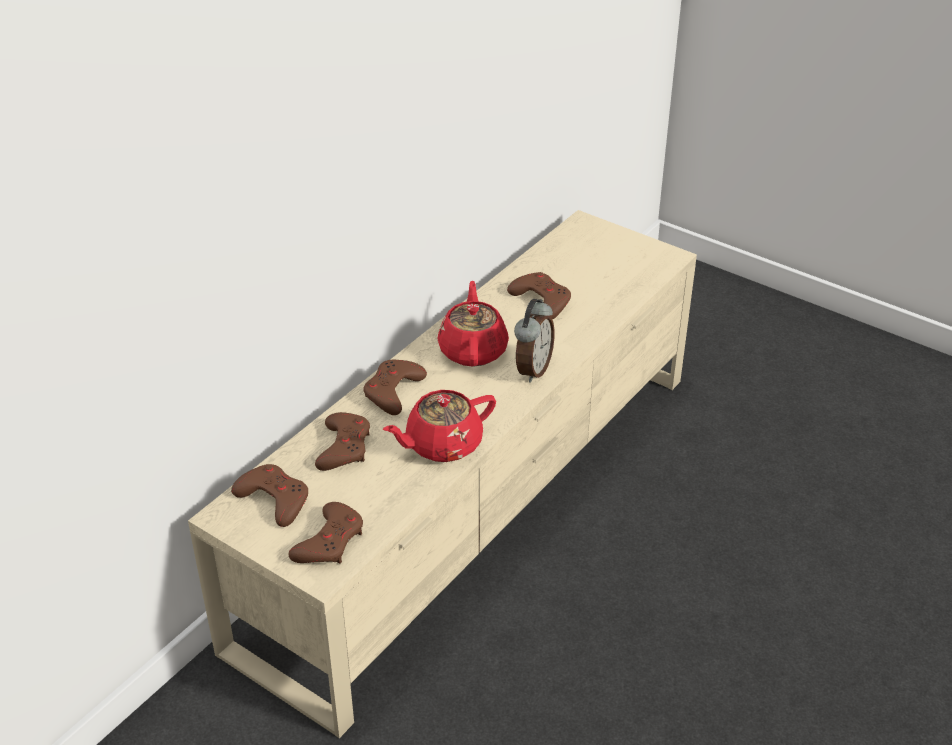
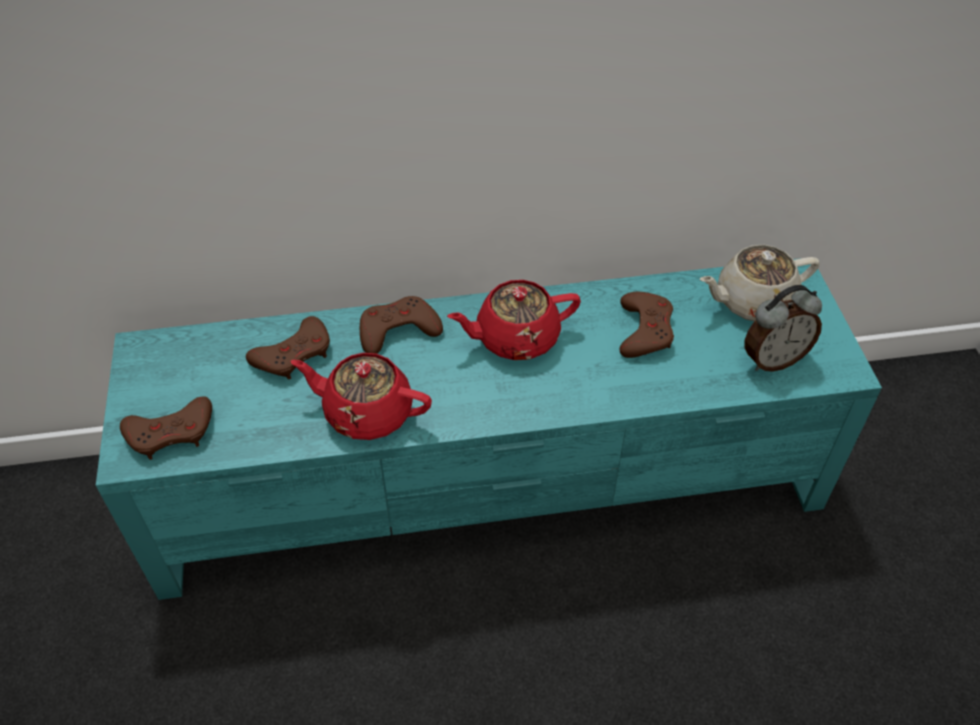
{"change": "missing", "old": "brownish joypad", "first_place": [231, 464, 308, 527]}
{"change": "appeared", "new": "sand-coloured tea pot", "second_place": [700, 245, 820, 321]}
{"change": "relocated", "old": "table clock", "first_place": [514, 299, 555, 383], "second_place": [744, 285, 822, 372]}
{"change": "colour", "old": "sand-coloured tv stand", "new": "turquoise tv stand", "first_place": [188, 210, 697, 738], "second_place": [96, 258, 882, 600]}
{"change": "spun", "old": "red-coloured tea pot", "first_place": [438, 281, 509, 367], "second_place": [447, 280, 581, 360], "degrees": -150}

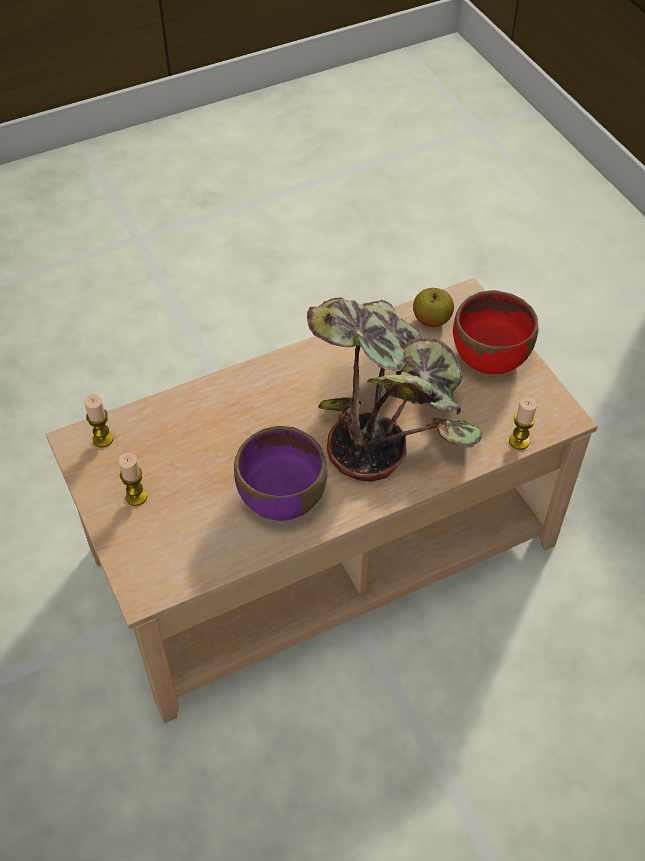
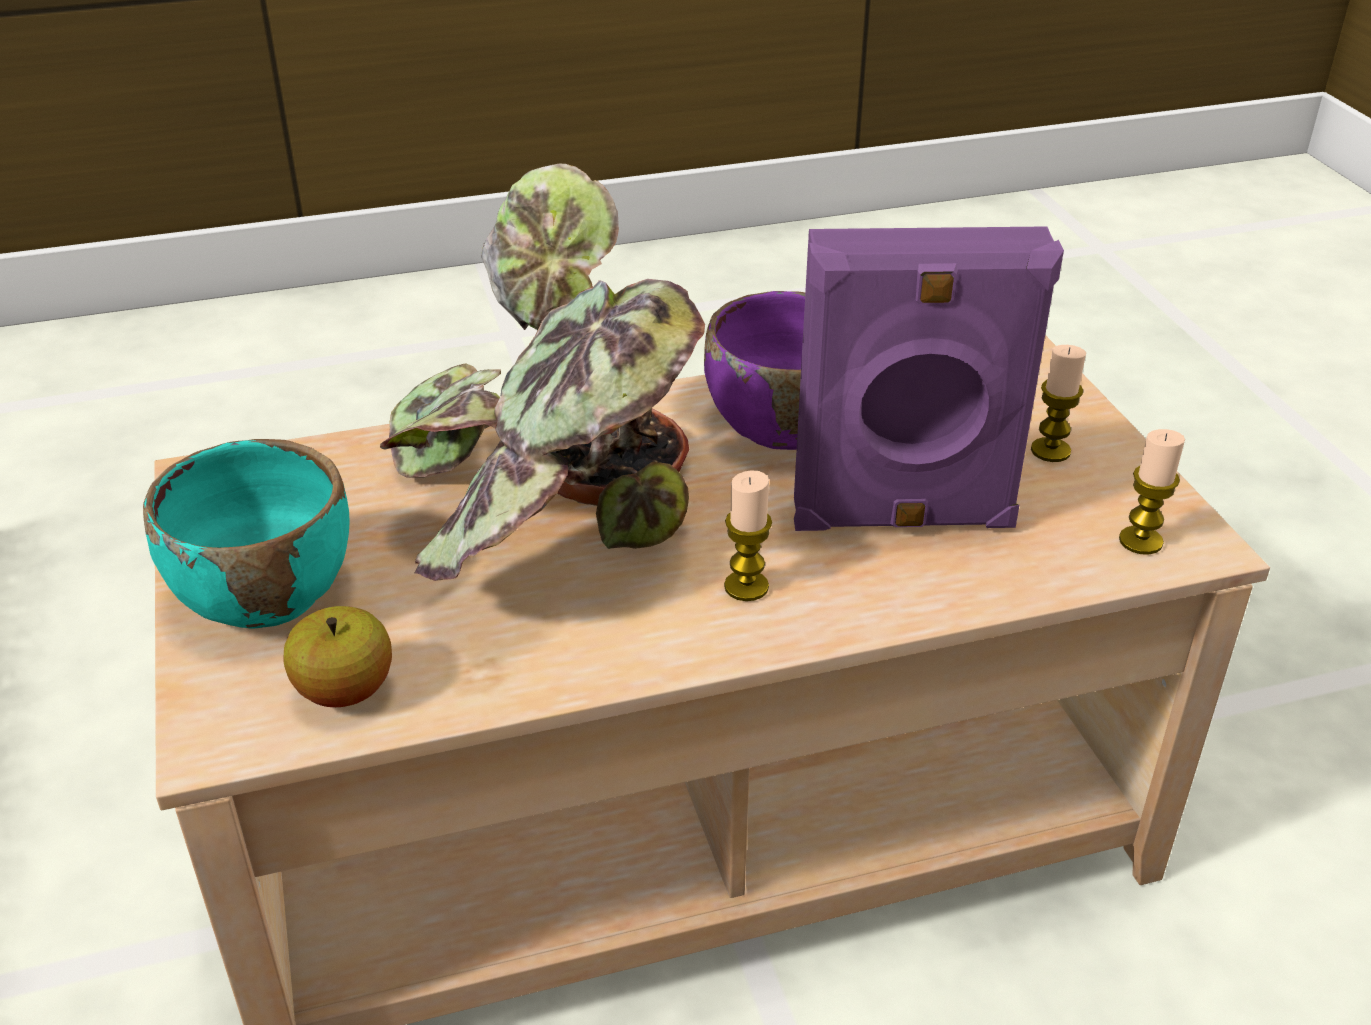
{"change": "appeared", "new": "purple-coloured loudspeaker", "second_place": [794, 226, 1064, 531]}
{"change": "relocated", "old": "candle", "first_place": [509, 397, 537, 450], "second_place": [724, 470, 772, 601]}
{"change": "colour", "old": "red-coloured deep dish", "new": "turquoise deep dish", "first_place": [453, 290, 538, 374], "second_place": [143, 439, 350, 629]}

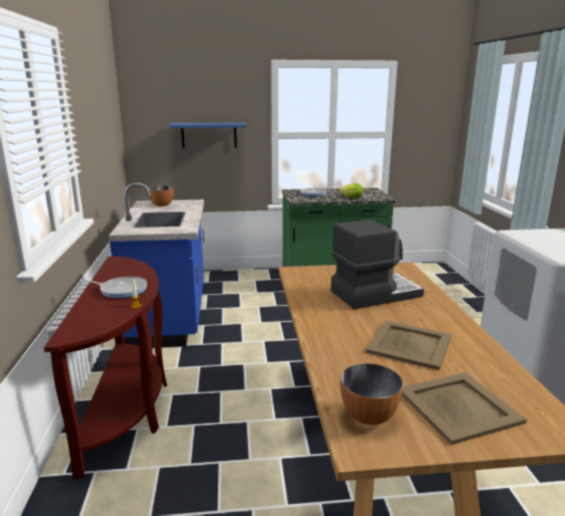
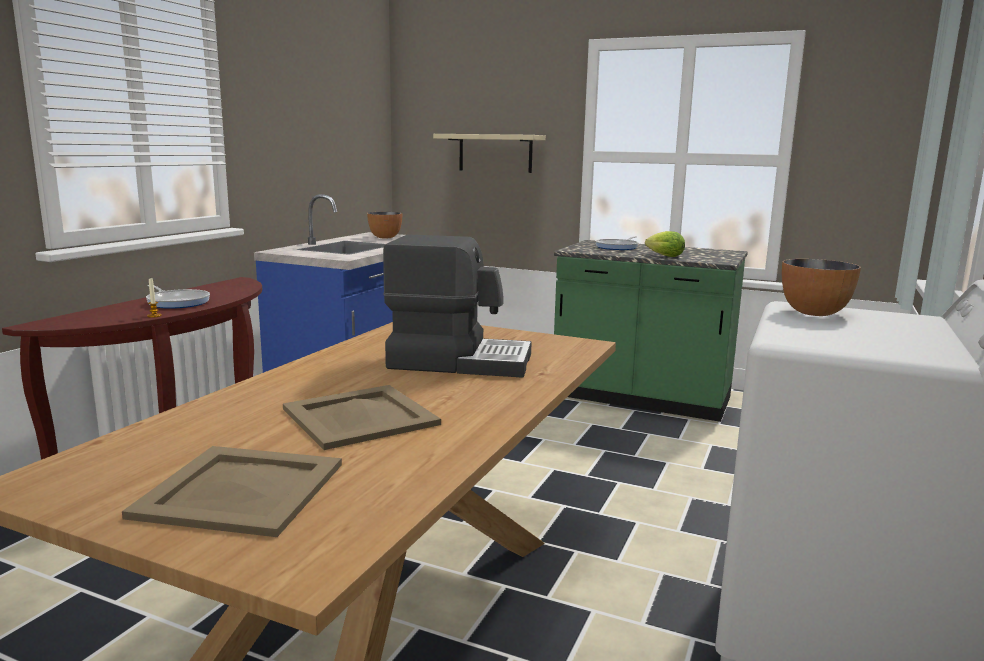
{"change": "relocated", "old": "deep dish", "first_place": [340, 363, 404, 425], "second_place": [782, 259, 861, 316]}
{"change": "colour", "old": "blue shelf", "new": "sand-coloured shelf", "first_place": [169, 123, 246, 148], "second_place": [433, 134, 546, 173]}

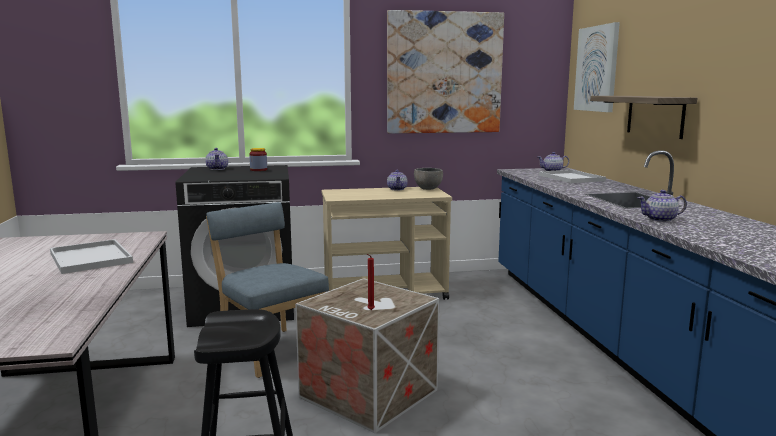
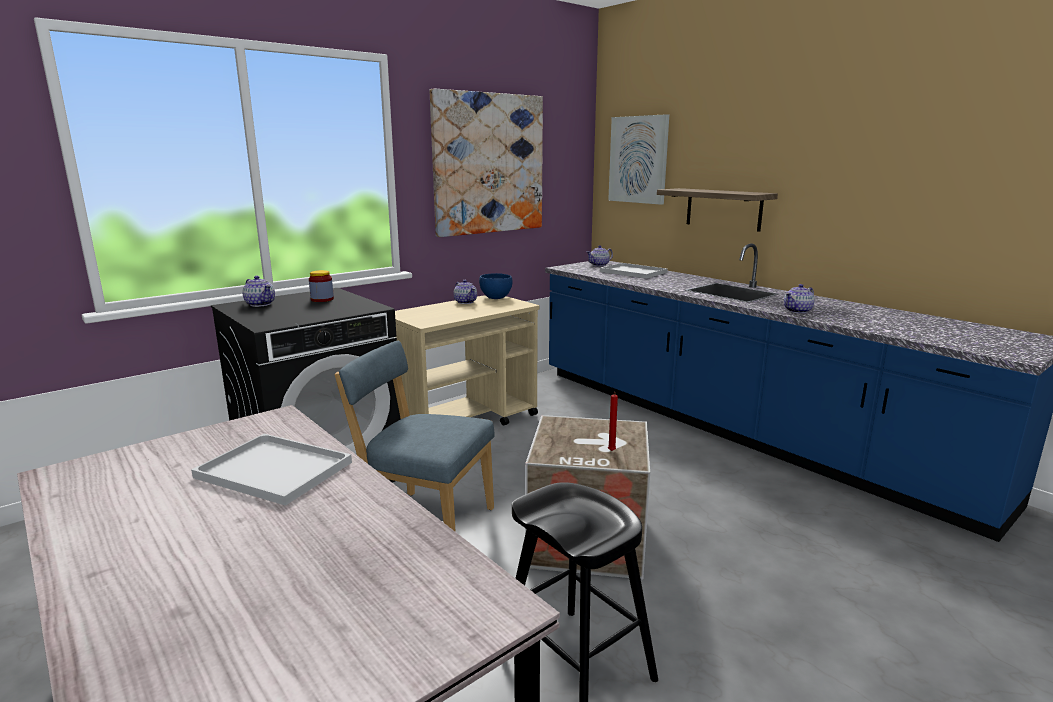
{"change": "colour", "old": "greyish deep dish", "new": "blue deep dish", "first_place": [414, 168, 443, 190], "second_place": [479, 273, 513, 299]}

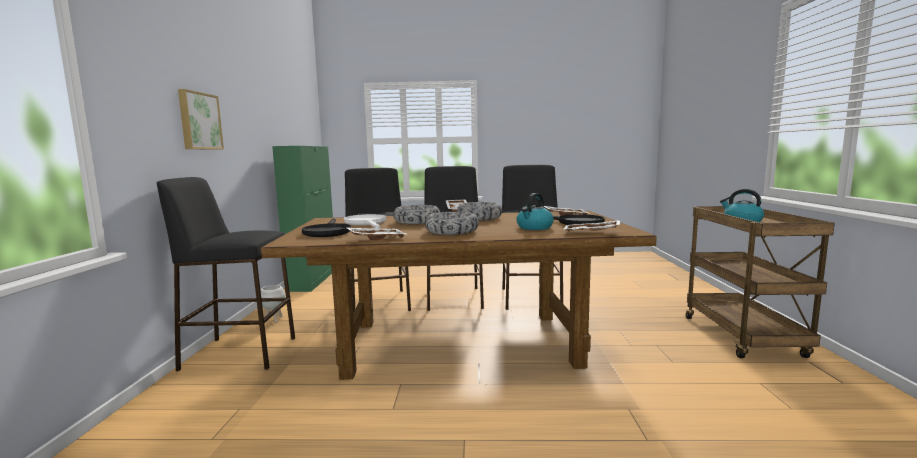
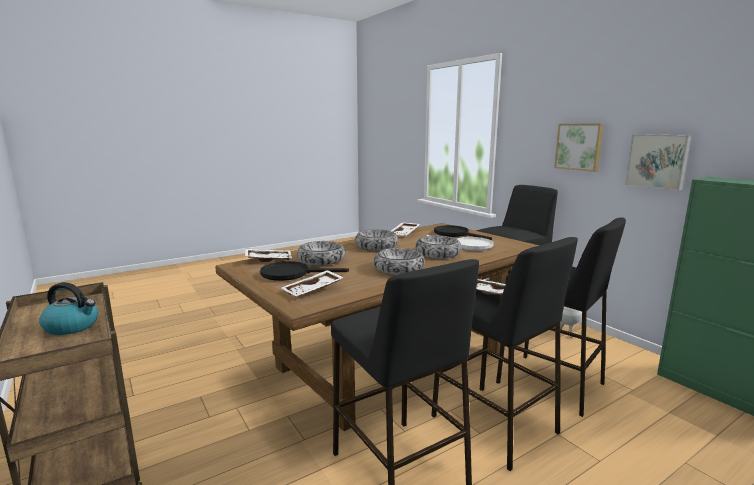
{"change": "appeared", "new": "picture", "second_place": [625, 134, 692, 191]}
{"change": "exchanged", "old": "water kettle", "new": "deep dish", "first_place": [517, 193, 554, 230], "second_place": [297, 241, 345, 266]}

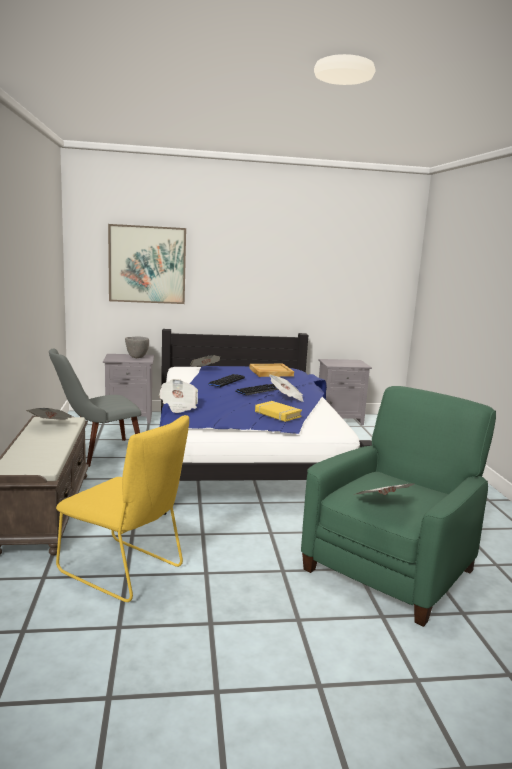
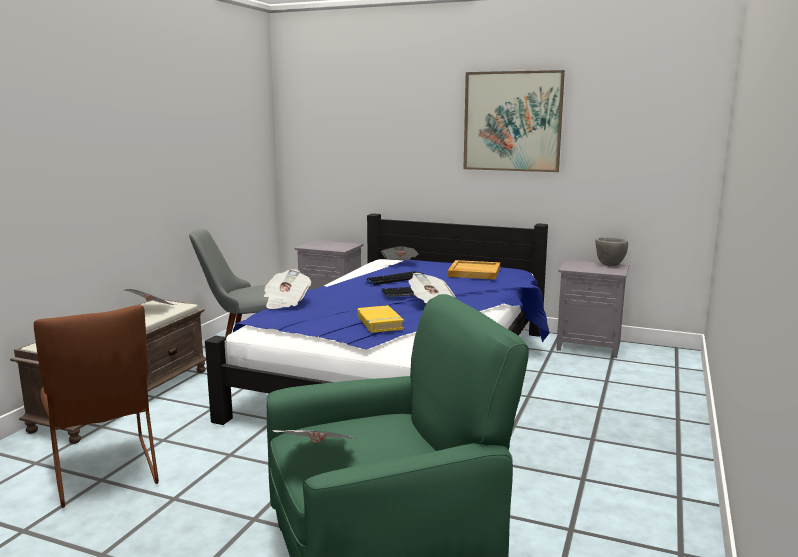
{"change": "relocated", "old": "picture", "first_place": [108, 224, 186, 304], "second_place": [463, 70, 565, 172]}
{"change": "relocated", "old": "greyish deep dish", "first_place": [125, 337, 149, 358], "second_place": [595, 237, 628, 266]}
{"change": "colour", "old": "yellowish plain chair", "new": "brownish plain chair", "first_place": [56, 415, 189, 602], "second_place": [34, 305, 159, 508]}

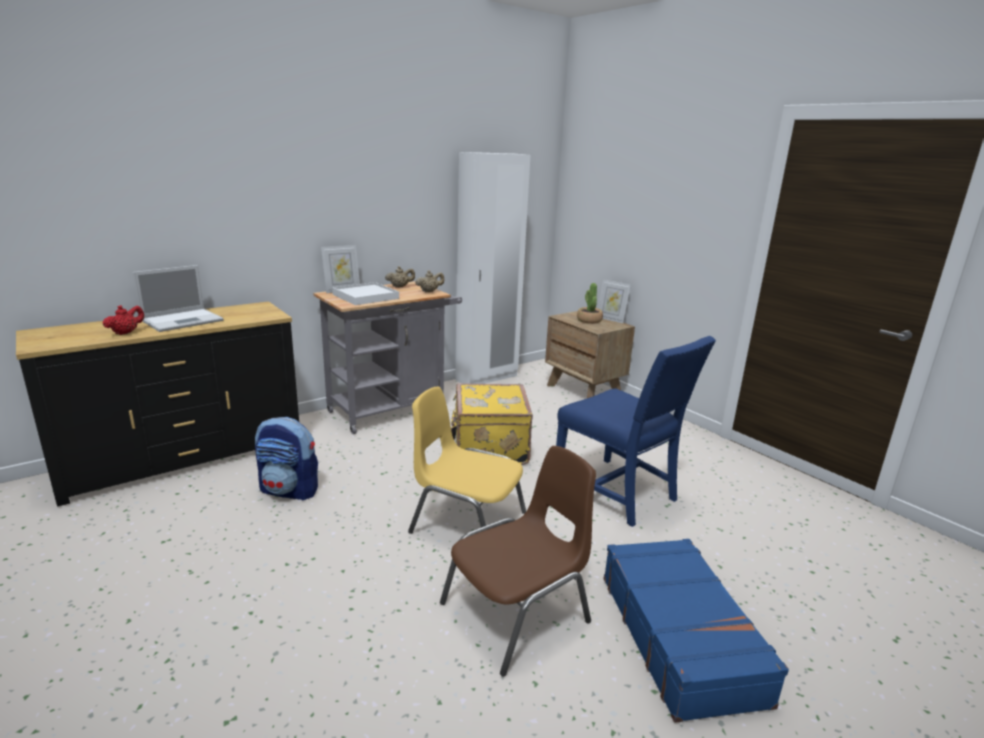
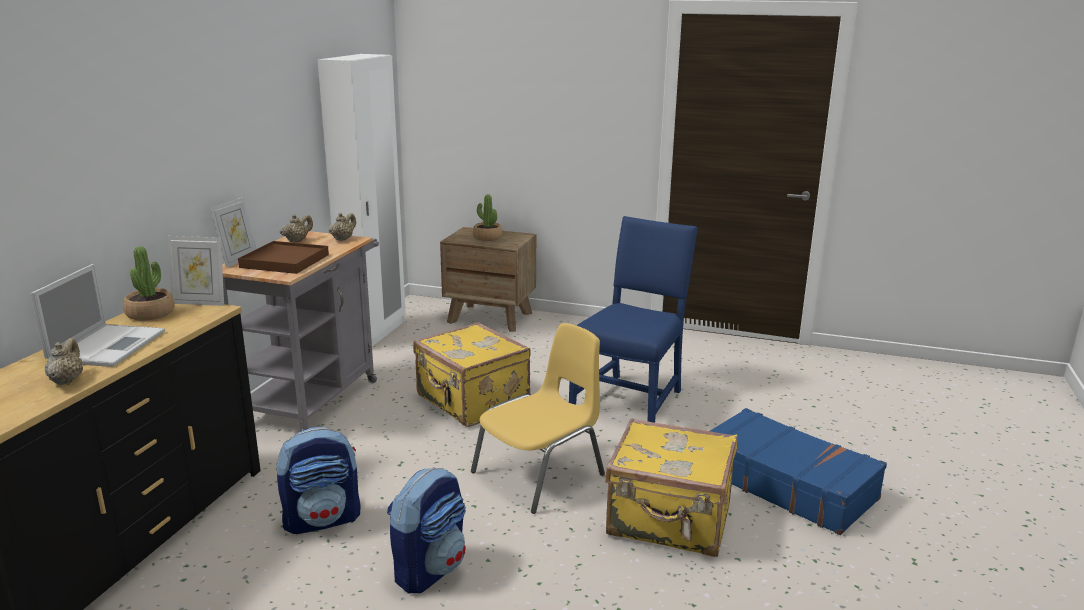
{"change": "appeared", "new": "plant in a pot", "second_place": [123, 246, 175, 321]}
{"change": "appeared", "new": "backpack", "second_place": [387, 467, 466, 593]}
{"change": "relocated", "old": "photo frame", "first_place": [598, 279, 631, 324], "second_place": [167, 236, 224, 306]}
{"change": "exchanged", "old": "brownish plain chair", "new": "yellowish travel case", "first_place": [440, 446, 596, 677], "second_place": [605, 418, 738, 557]}
{"change": "colour", "old": "red-coloured tea pot", "new": "sand-coloured tea pot", "first_place": [103, 305, 144, 335], "second_place": [45, 338, 83, 385]}
{"change": "colour", "old": "white serving tray", "new": "brownish serving tray", "first_place": [332, 282, 399, 305], "second_place": [238, 241, 329, 274]}
{"change": "spun", "old": "yellowish plain chair", "first_place": [408, 387, 526, 534], "second_place": [471, 323, 605, 514], "degrees": 150}
{"change": "spun", "old": "blue plain chair", "first_place": [556, 336, 716, 527], "second_place": [569, 216, 698, 423], "degrees": -75}

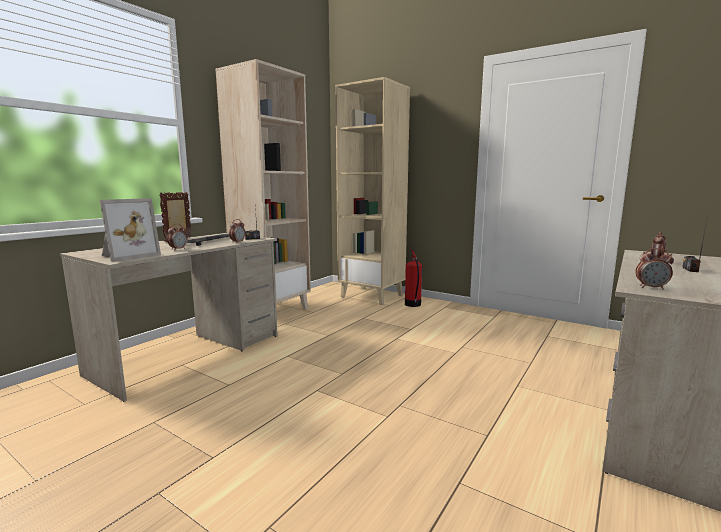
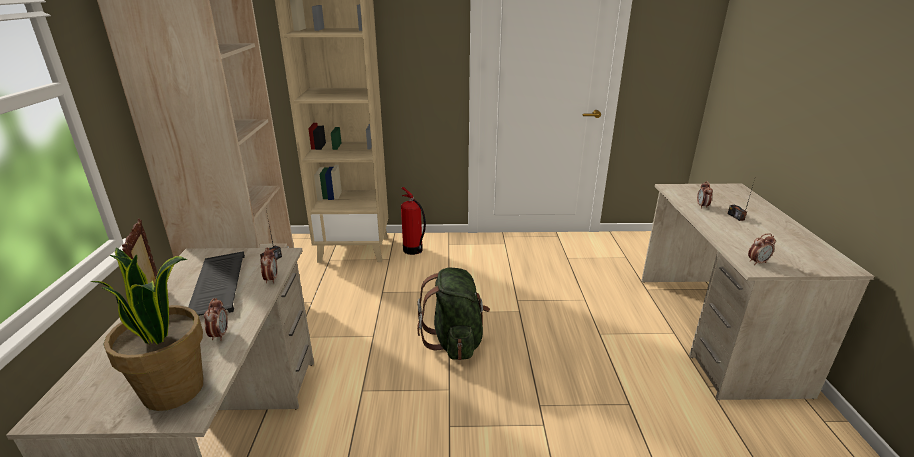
{"change": "appeared", "new": "green-coloured backpack", "second_place": [417, 268, 490, 360]}
{"change": "exchanged", "old": "photo frame", "new": "plant in a pot", "first_place": [100, 198, 161, 262], "second_place": [91, 248, 203, 411]}

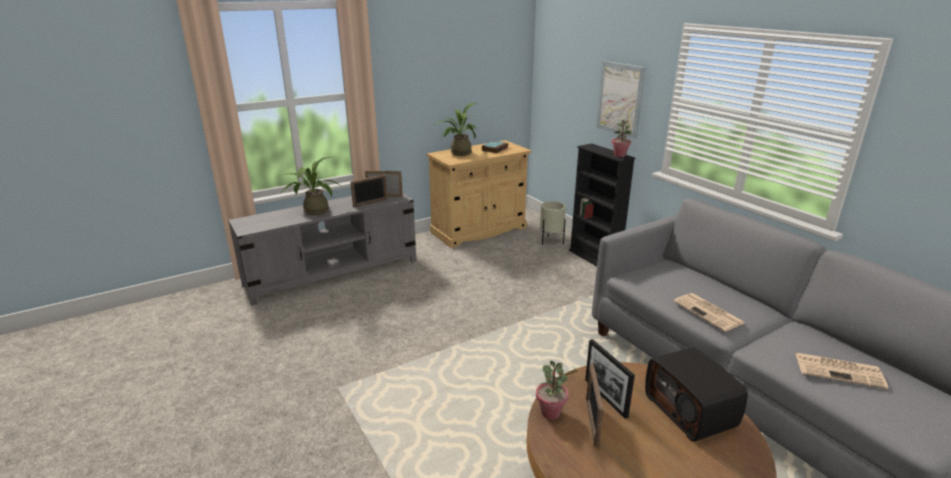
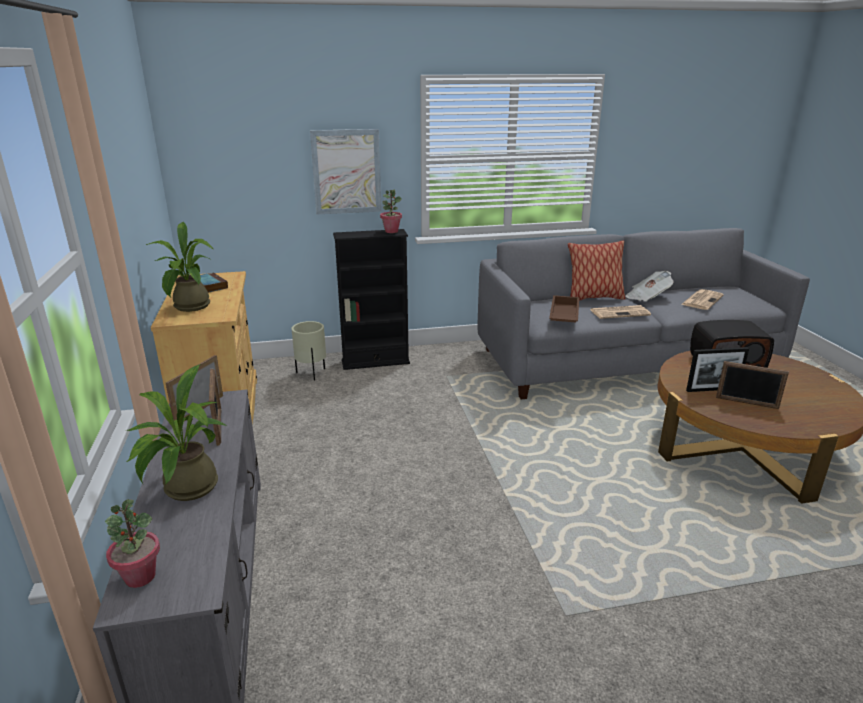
{"change": "appeared", "new": "brownish serving tray", "second_place": [549, 295, 579, 323]}
{"change": "appeared", "new": "cushion", "second_place": [568, 241, 625, 301]}
{"change": "appeared", "new": "daily paper", "second_place": [625, 271, 674, 301]}
{"change": "relocated", "old": "plant in a pot", "first_place": [536, 361, 569, 419], "second_place": [105, 499, 160, 588]}

